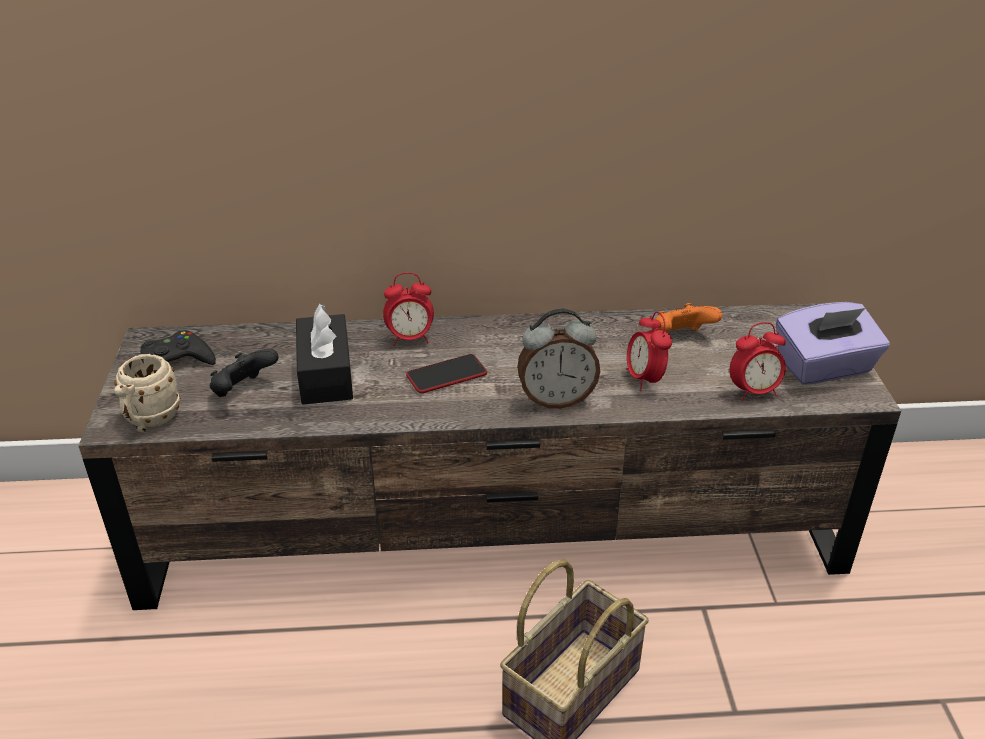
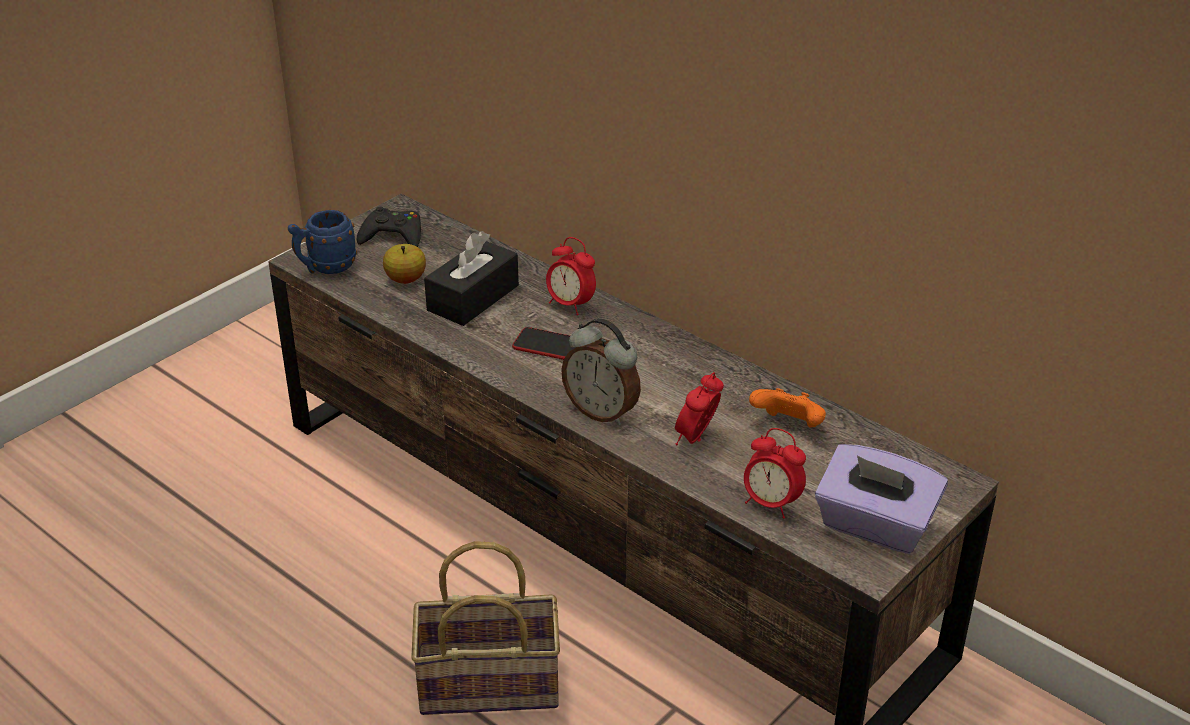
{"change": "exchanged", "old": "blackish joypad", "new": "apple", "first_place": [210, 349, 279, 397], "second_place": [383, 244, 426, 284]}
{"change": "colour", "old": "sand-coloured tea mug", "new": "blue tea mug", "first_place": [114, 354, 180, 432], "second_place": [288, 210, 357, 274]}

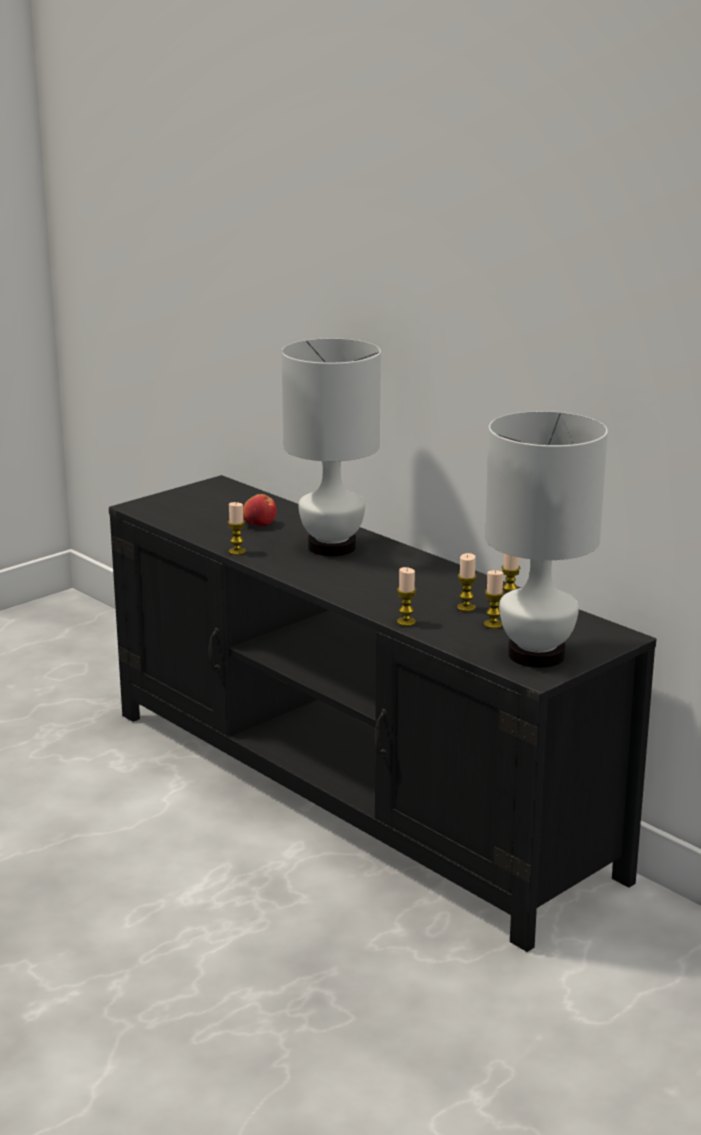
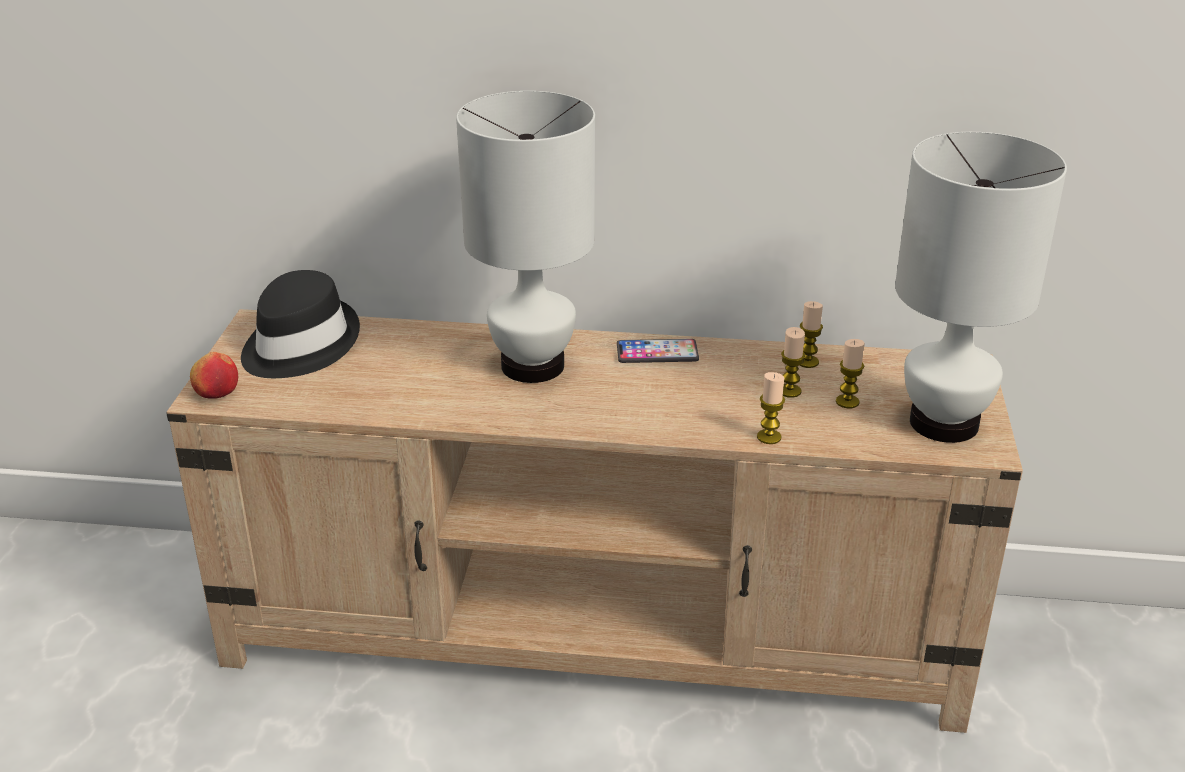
{"change": "missing", "old": "candle", "first_place": [228, 502, 246, 555]}
{"change": "appeared", "new": "blackish hat", "second_place": [241, 270, 360, 378]}
{"change": "appeared", "new": "phone", "second_place": [617, 339, 699, 363]}
{"change": "relocated", "old": "apple", "first_place": [243, 494, 276, 526], "second_place": [190, 352, 238, 399]}
{"change": "colour", "old": "blackish tv stand", "new": "sand-coloured tv stand", "first_place": [109, 475, 656, 952], "second_place": [166, 309, 1023, 733]}

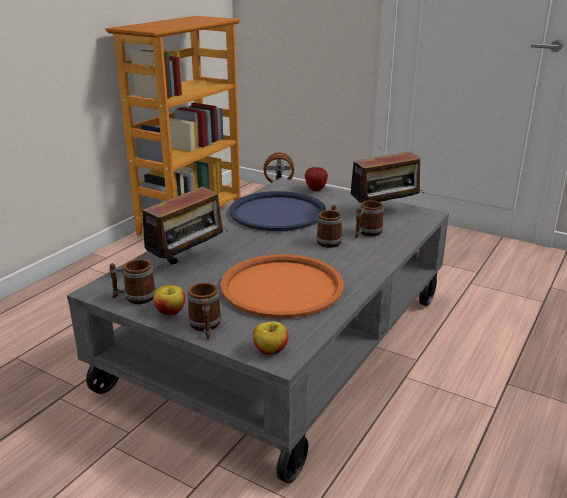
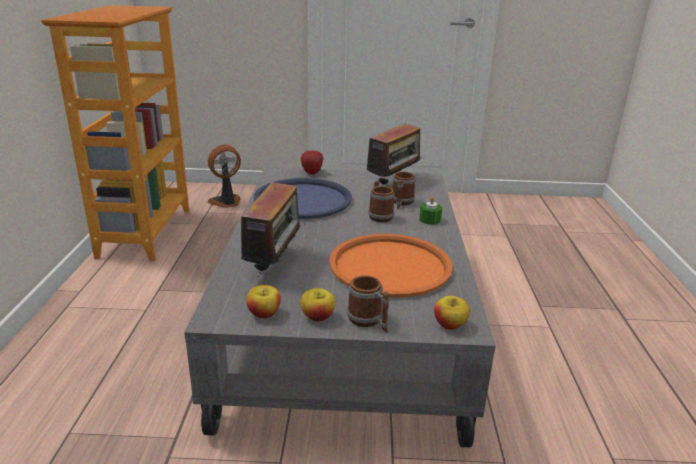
{"change": "appeared", "new": "green-coloured candle", "second_place": [419, 196, 442, 225]}
{"change": "exchanged", "old": "tea mug", "new": "apple", "first_place": [109, 259, 156, 304], "second_place": [246, 285, 281, 318]}

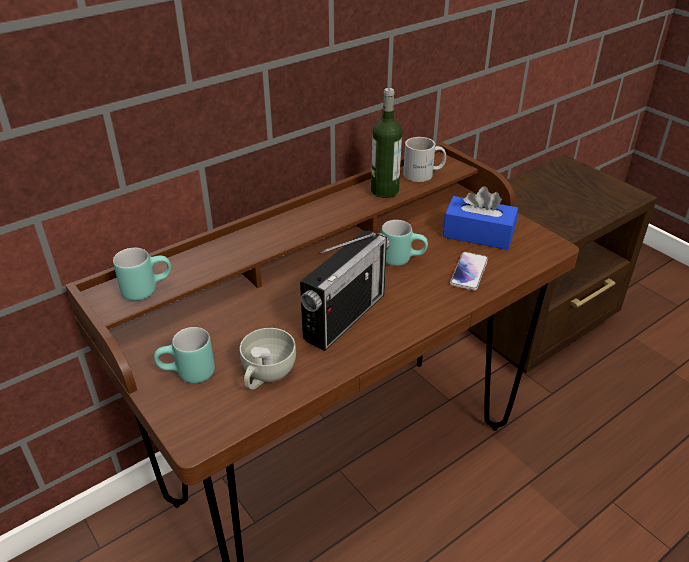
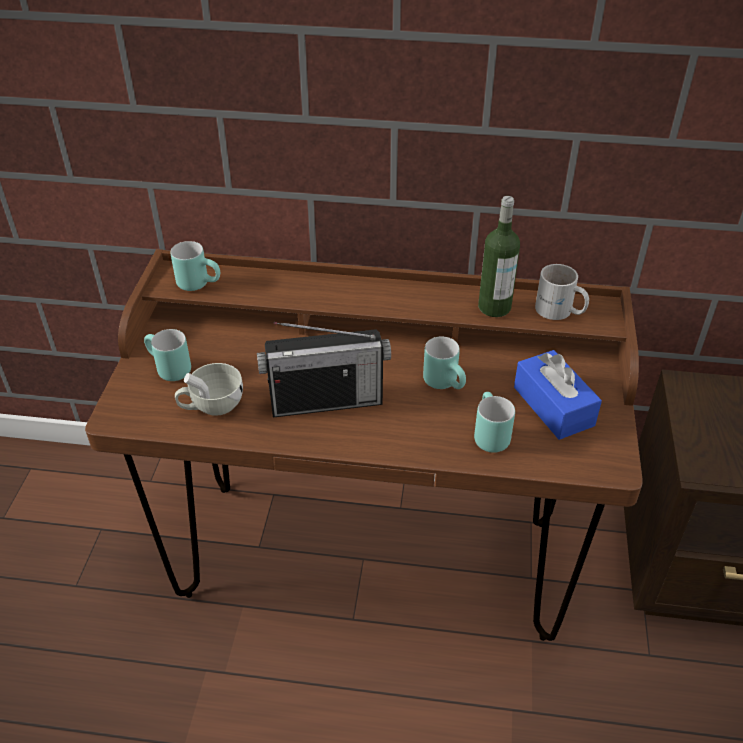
{"change": "exchanged", "old": "phone", "new": "turquoise tea mug", "first_place": [450, 252, 488, 291], "second_place": [474, 392, 515, 453]}

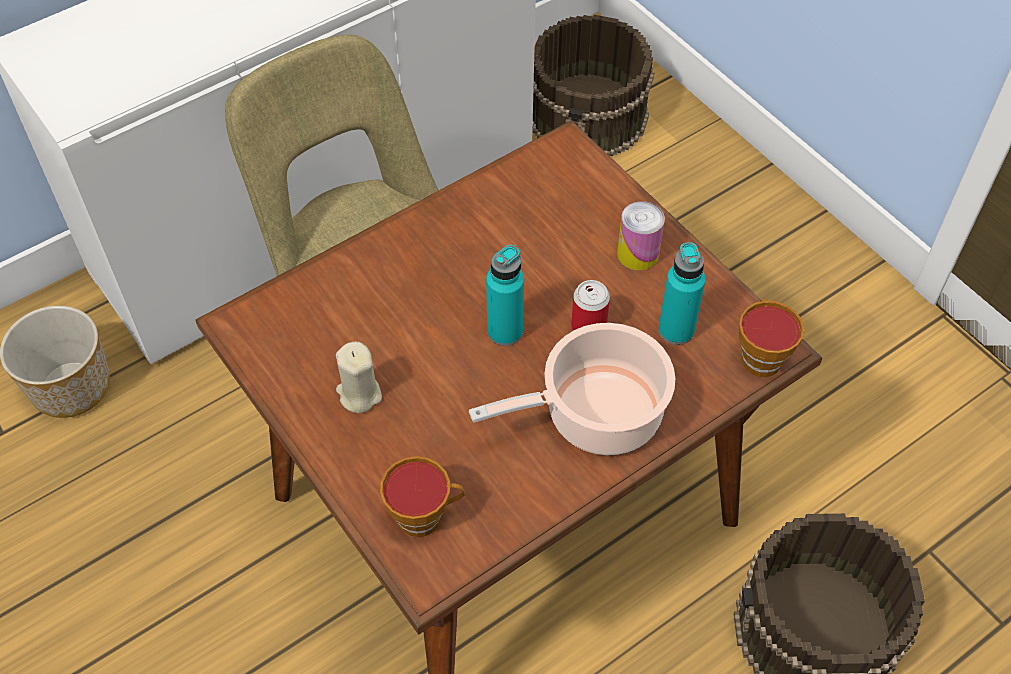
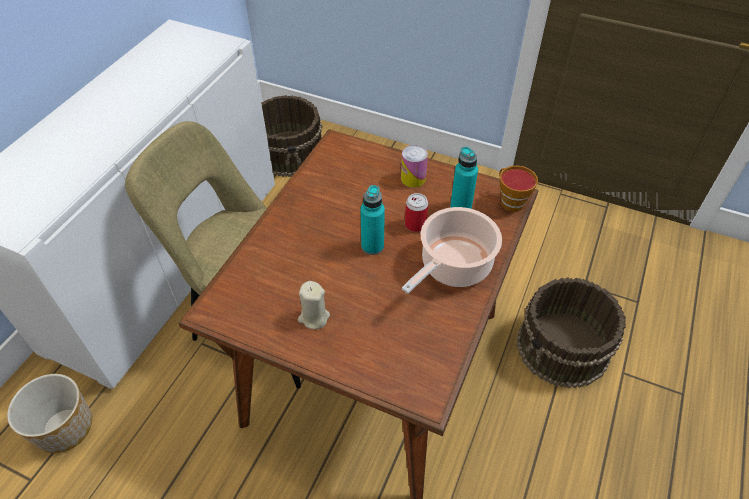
{"change": "missing", "old": "small cup", "first_place": [380, 456, 464, 537]}

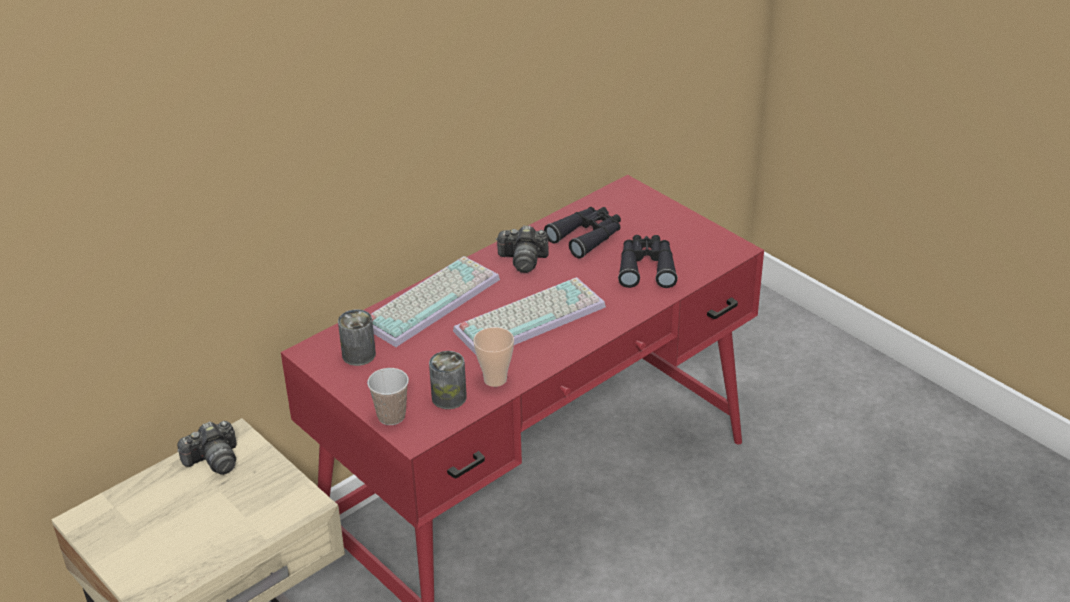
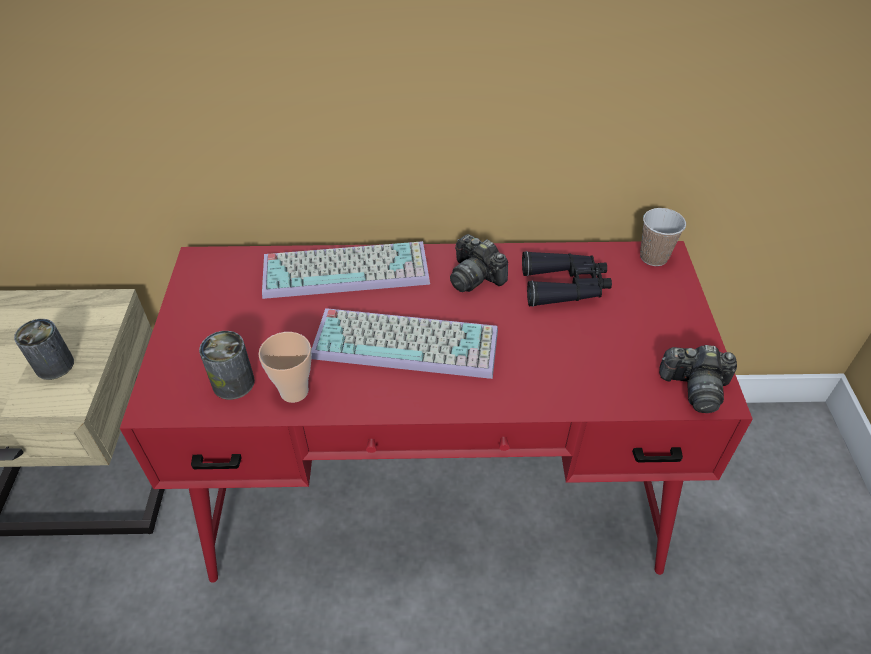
{"change": "missing", "old": "blackish pair of binoculars", "first_place": [618, 235, 678, 288]}
{"change": "relocated", "old": "photo camera", "first_place": [177, 421, 237, 475], "second_place": [659, 345, 737, 413]}
{"change": "relocated", "old": "can", "first_place": [338, 309, 376, 366], "second_place": [14, 319, 74, 380]}
{"change": "relocated", "old": "small cup", "first_place": [367, 368, 409, 425], "second_place": [640, 208, 686, 266]}

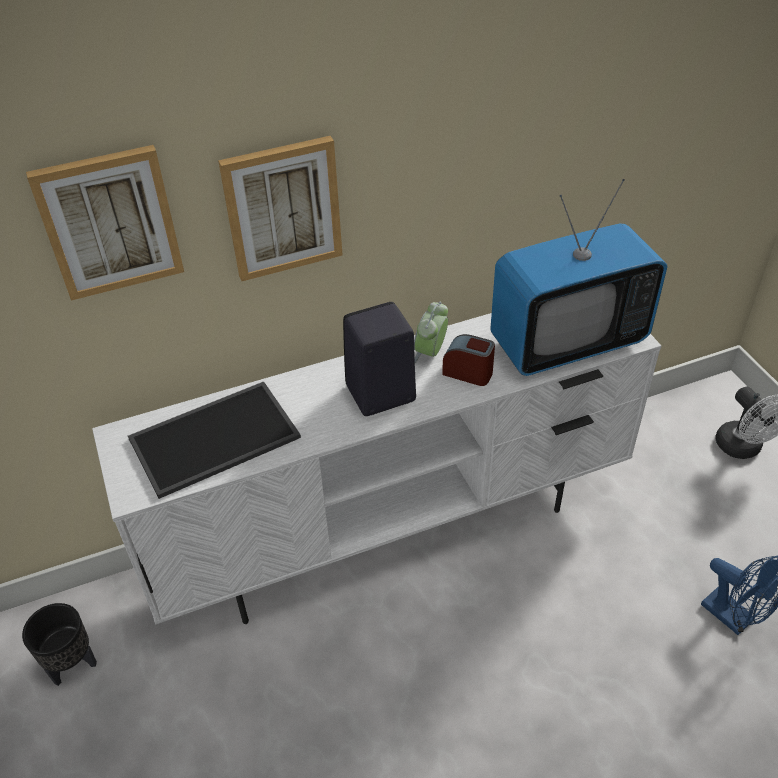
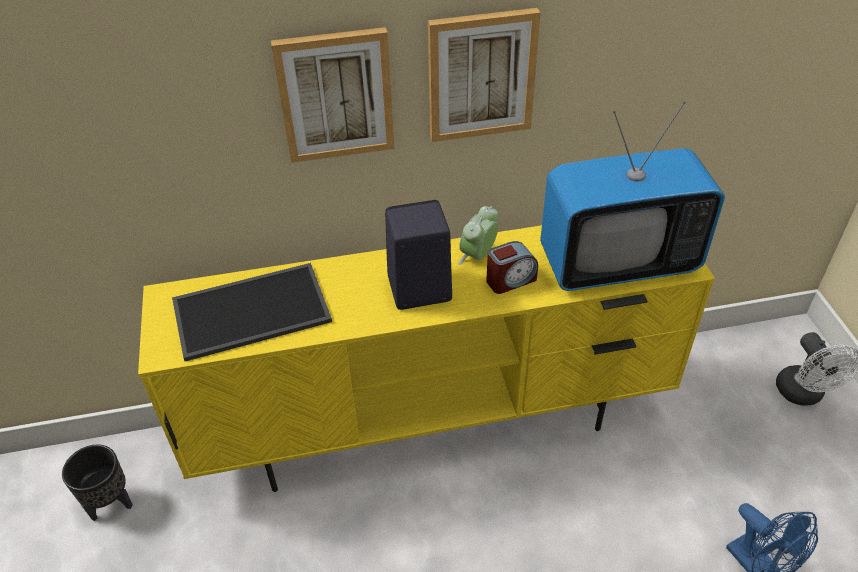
{"change": "relocated", "old": "picture", "first_place": [26, 145, 184, 301], "second_place": [428, 8, 540, 142]}
{"change": "colour", "old": "white tv stand", "new": "yellowish tv stand", "first_place": [92, 313, 661, 624], "second_place": [138, 225, 715, 492]}
{"change": "spun", "old": "table clock", "first_place": [442, 334, 495, 386], "second_place": [486, 241, 538, 294], "degrees": 120}

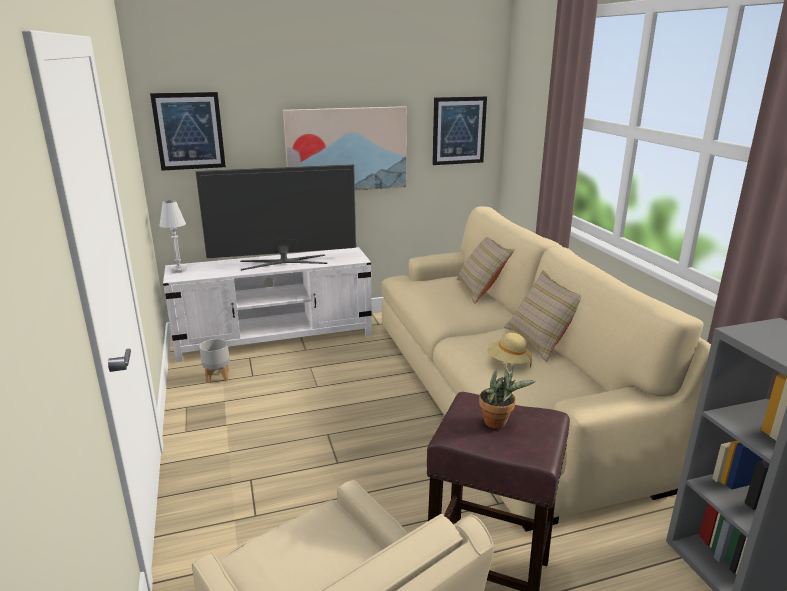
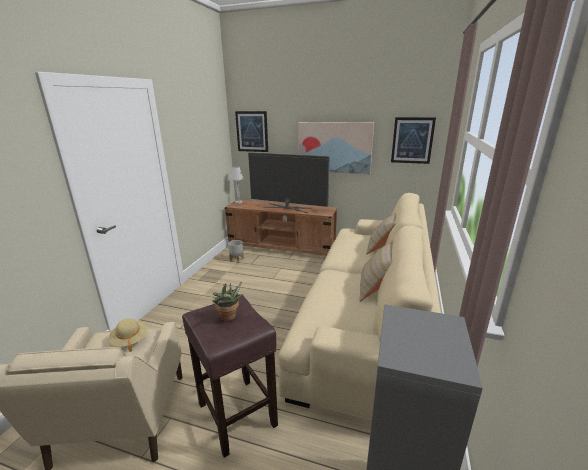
{"change": "relocated", "old": "sand-coloured hat", "first_place": [487, 333, 532, 368], "second_place": [109, 318, 148, 352]}
{"change": "colour", "old": "white tv stand", "new": "brownish tv stand", "first_place": [163, 247, 372, 362], "second_place": [225, 200, 337, 256]}

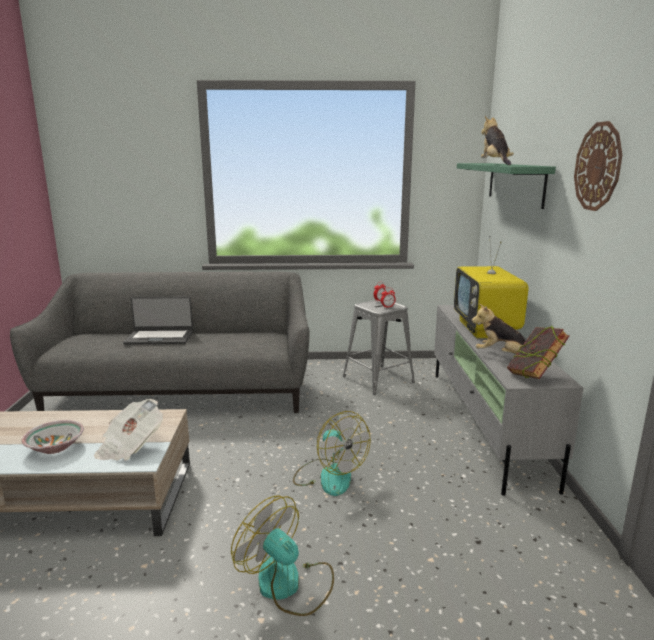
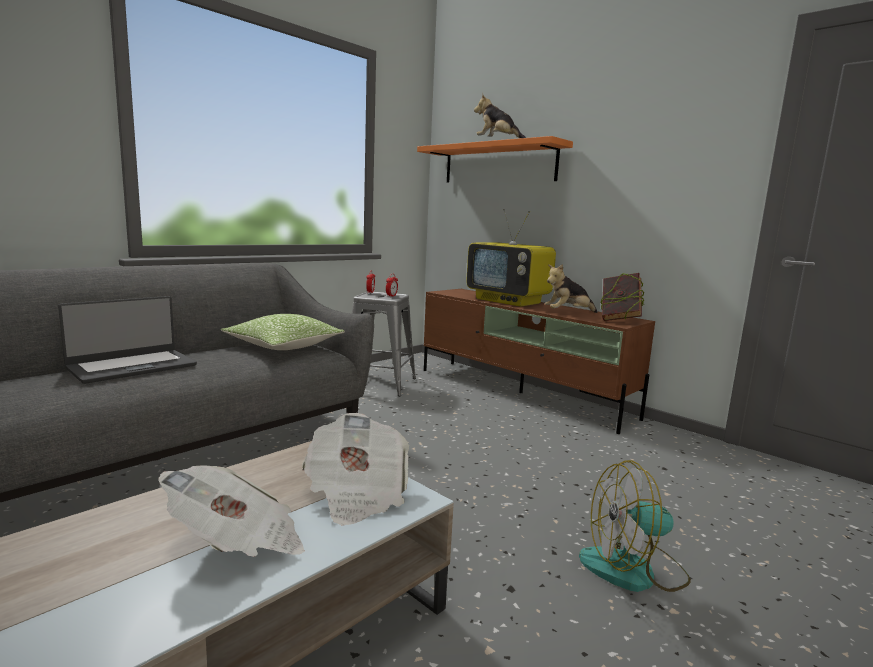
{"change": "missing", "old": "electric fan", "first_place": [293, 411, 371, 496]}
{"change": "missing", "old": "wall clock", "first_place": [574, 121, 622, 211]}
{"change": "appeared", "new": "cushion", "second_place": [221, 314, 345, 350]}
{"change": "exchanged", "old": "deep dish", "new": "daily paper", "first_place": [21, 420, 84, 454], "second_place": [158, 466, 305, 557]}
{"change": "colour", "old": "greyish tv stand", "new": "brownish tv stand", "first_place": [434, 305, 583, 496], "second_place": [424, 289, 655, 434]}
{"change": "colour", "old": "green-coloured shelf", "new": "orange shelf", "first_place": [457, 163, 556, 209], "second_place": [417, 136, 573, 183]}

